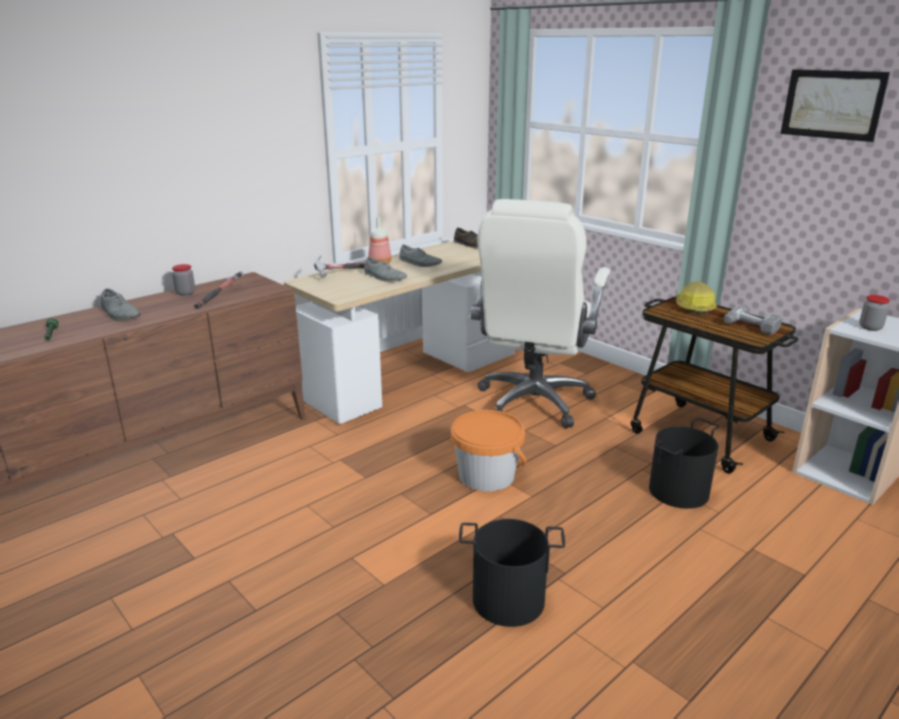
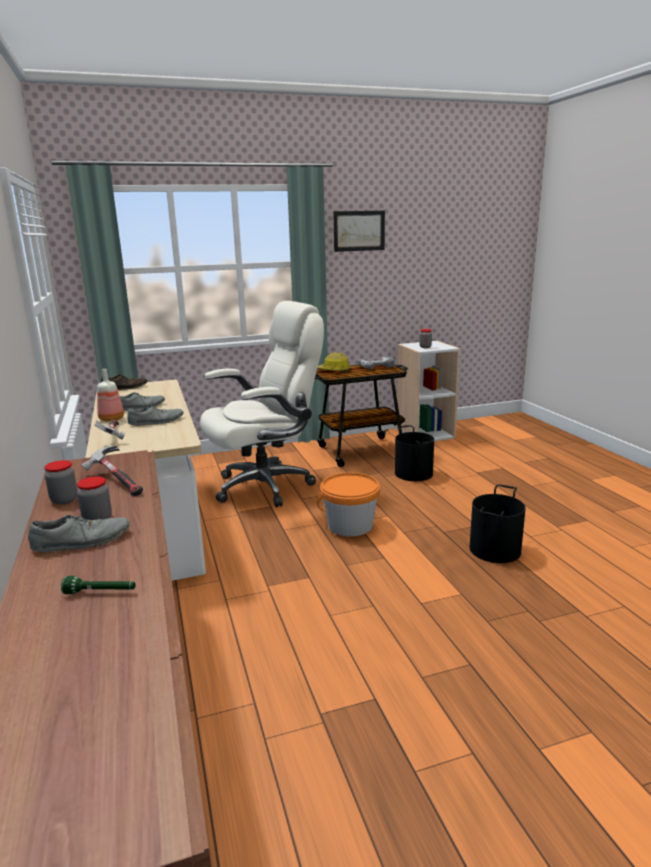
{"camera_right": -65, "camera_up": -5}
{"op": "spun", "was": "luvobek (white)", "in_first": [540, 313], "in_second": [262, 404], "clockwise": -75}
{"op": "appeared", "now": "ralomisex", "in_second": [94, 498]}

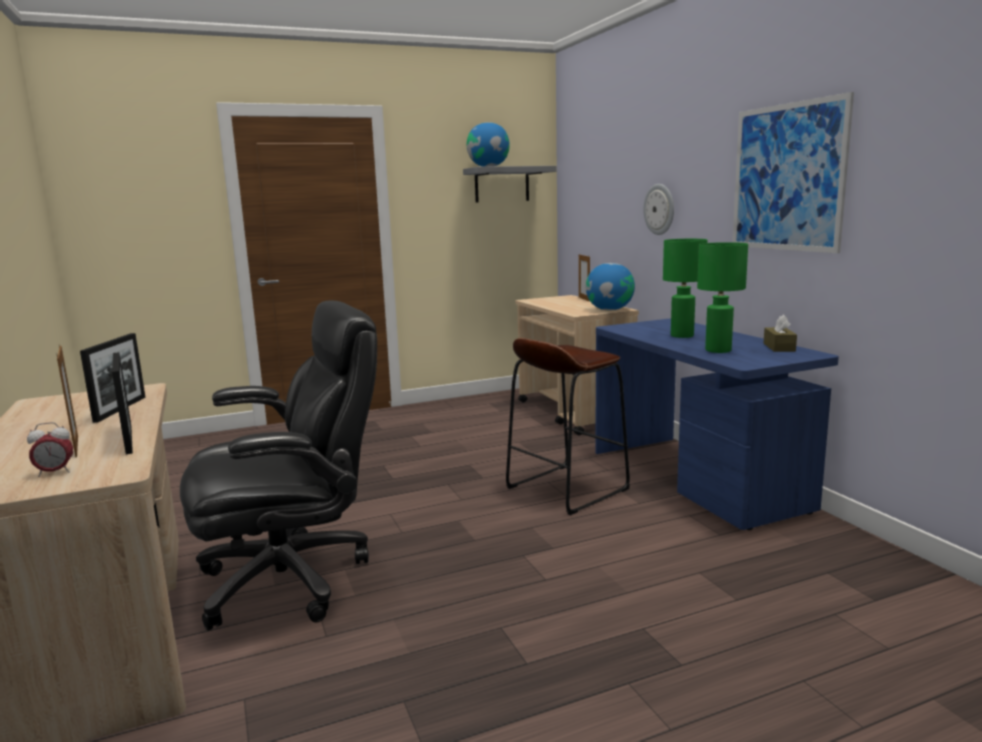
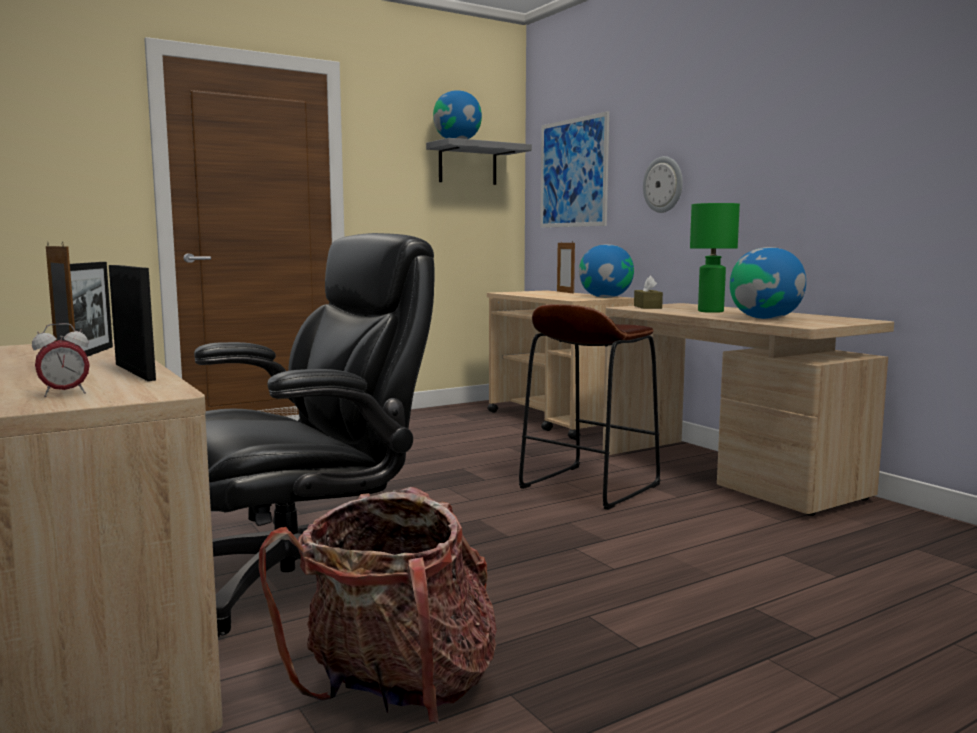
{"camera_right": -10, "camera_up": -5}
{"op": "colour", "was": "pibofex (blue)", "now": "pibofex (beige)", "in_first": [717, 424], "in_second": [748, 409]}
{"op": "exchanged", "was": "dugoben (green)", "now": "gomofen", "in_first": [722, 297], "in_second": [768, 283]}
{"op": "relocated", "was": "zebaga", "in_first": [793, 172], "in_second": [574, 169]}
{"op": "relocated", "was": "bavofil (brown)", "in_first": [780, 333], "in_second": [648, 292]}
{"op": "appeared", "now": "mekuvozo", "in_second": [377, 605]}

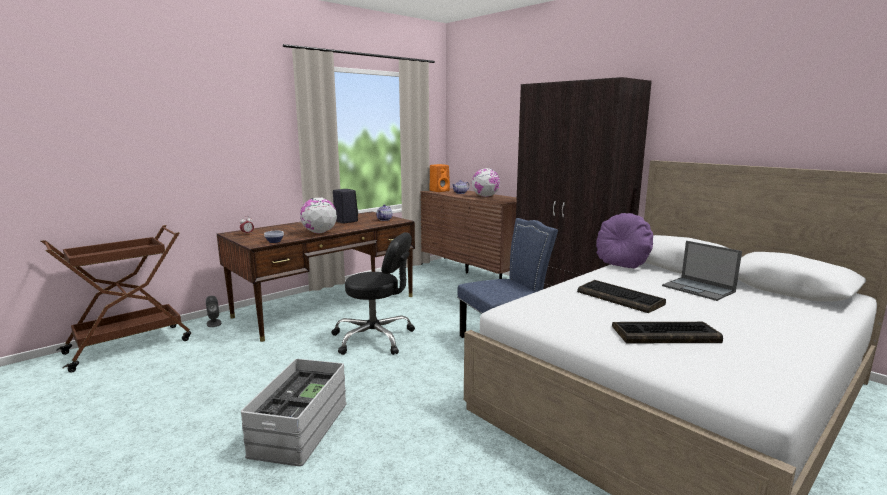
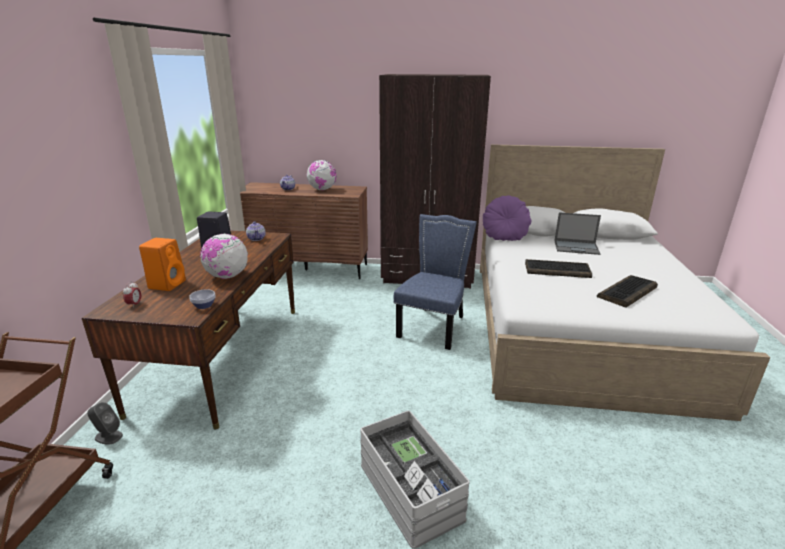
{"camera_right": -40, "camera_up": 10}
{"op": "missing", "was": "luvobek (black)", "in_first": [373, 293]}
{"op": "relocated", "was": "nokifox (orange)", "in_first": [439, 178], "in_second": [162, 264]}

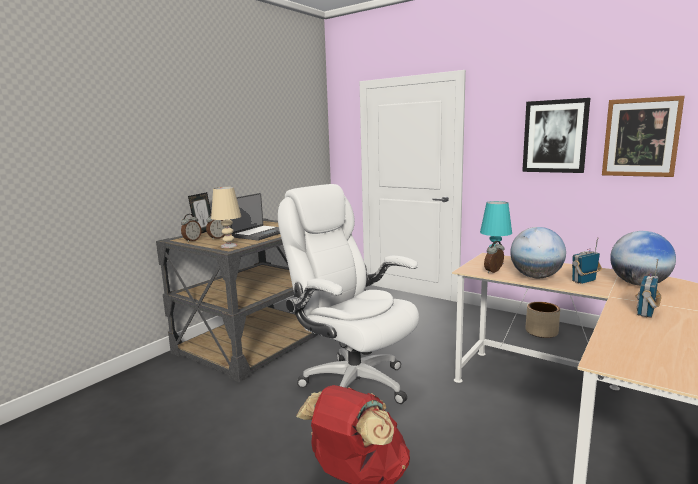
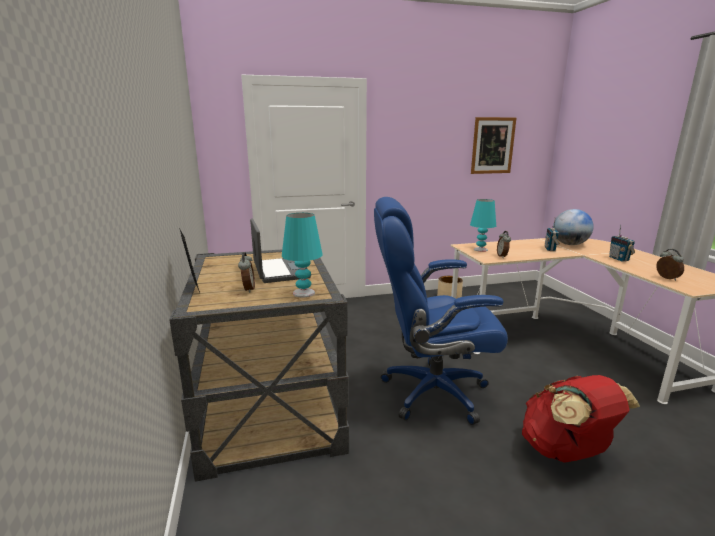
{"camera_right": -50, "camera_up": 5}
{"op": "relocated", "was": "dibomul", "in_first": [191, 228], "in_second": [670, 265]}
{"op": "colour", "was": "dugoben (beige)", "now": "dugoben (turquoise)", "in_first": [226, 217], "in_second": [302, 255]}
{"op": "colour", "was": "luvobek (white)", "now": "luvobek (blue)", "in_first": [348, 294], "in_second": [441, 311]}
{"op": "missing", "was": "gomofen", "in_first": [538, 252]}
{"op": "missing", "was": "zebaga", "in_first": [556, 135]}

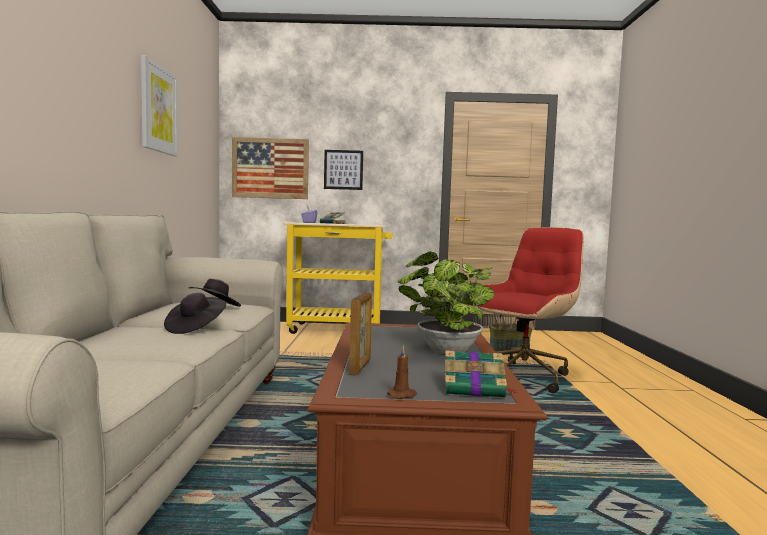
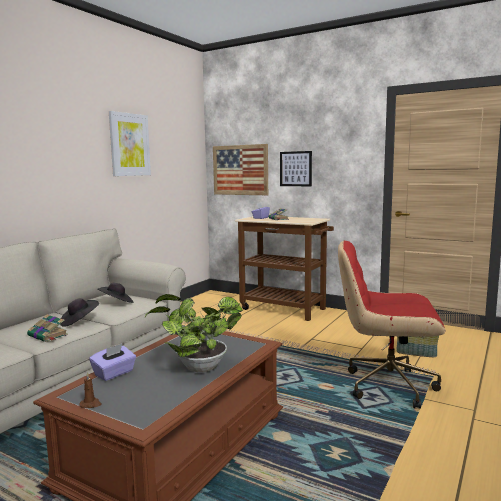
{"camera_right": 30, "camera_up": 5}
{"op": "colour", "was": "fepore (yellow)", "now": "fepore (brown)", "in_first": [338, 278], "in_second": [284, 268]}
{"op": "exchanged", "was": "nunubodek", "now": "bavofil (purple)", "in_first": [360, 333], "in_second": [112, 362]}
{"op": "relocated", "was": "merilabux", "in_first": [480, 374], "in_second": [47, 328]}
{"op": "spun", "was": "luvobek (red)", "in_first": [530, 310], "in_second": [392, 324], "clockwise": -150}

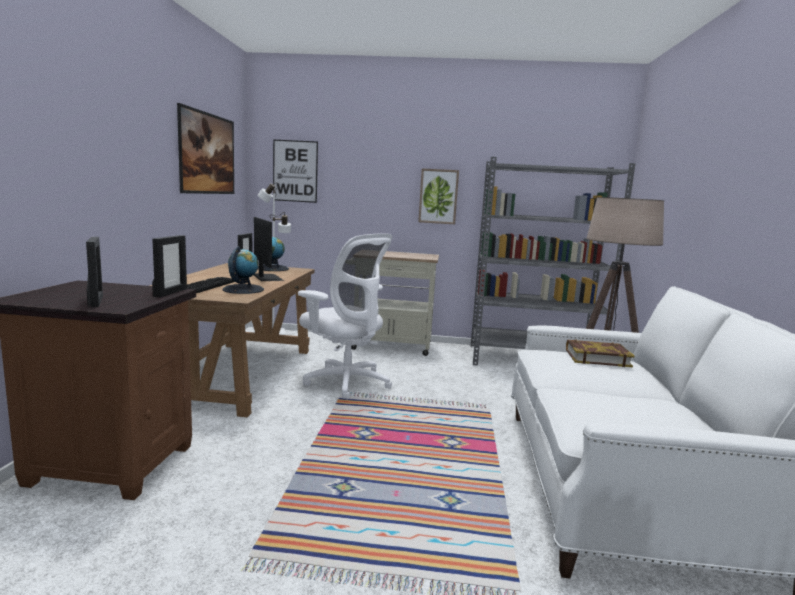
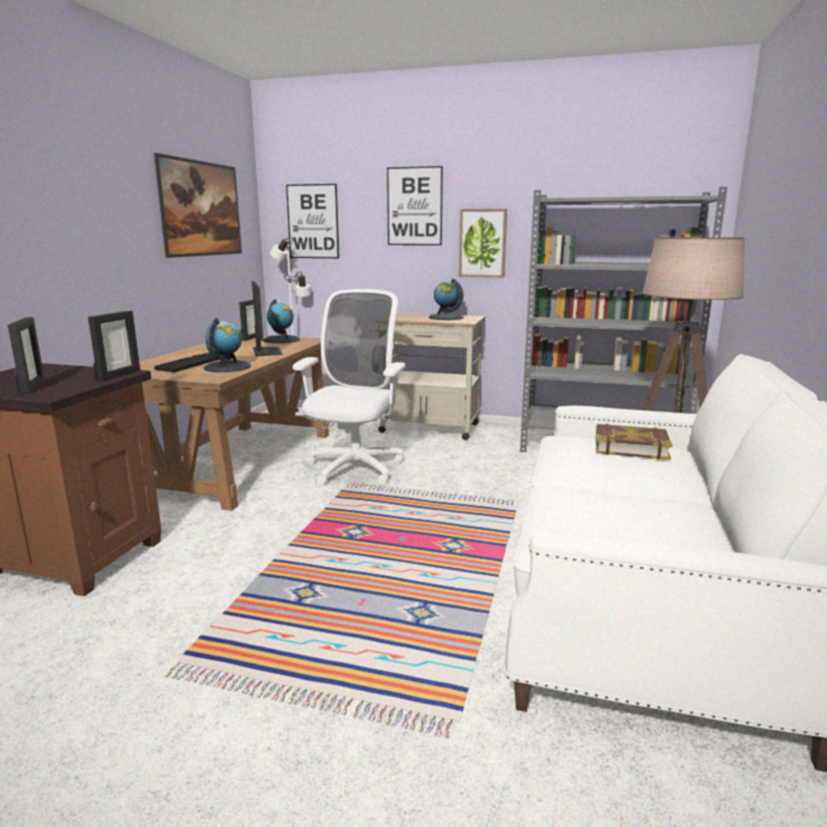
{"camera_right": 10, "camera_up": 5}
{"op": "spun", "was": "luvobek (white)", "in_first": [345, 316], "in_second": [349, 387], "clockwise": -120}
{"op": "appeared", "now": "zebaga", "in_second": [415, 205]}
{"op": "appeared", "now": "gomofen", "in_second": [446, 299]}

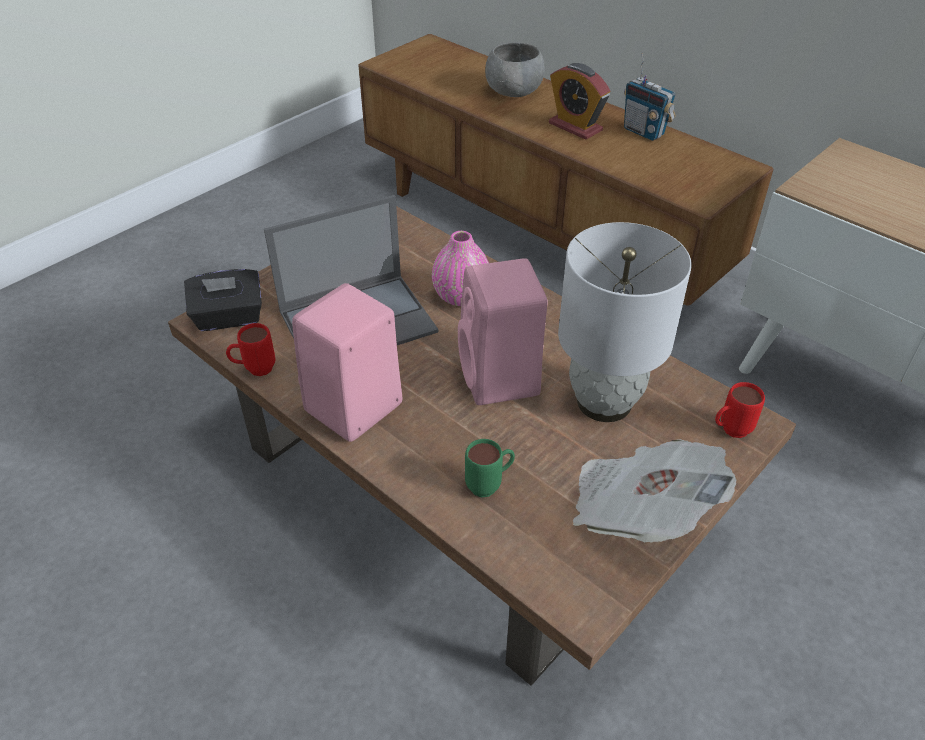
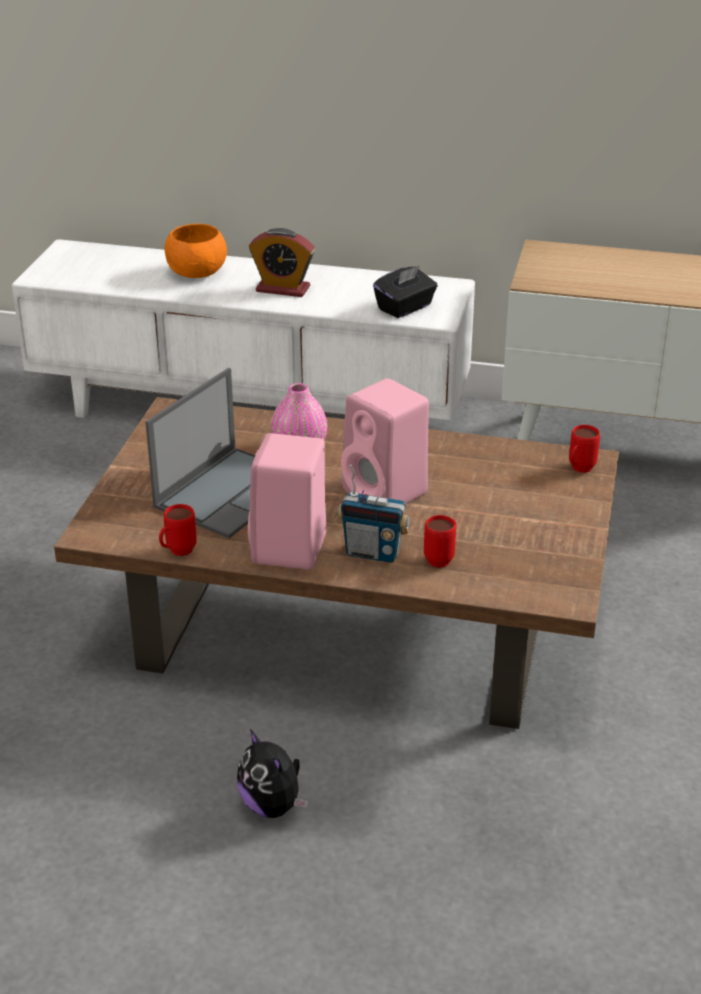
{"camera_right": -30, "camera_up": -10}
{"op": "relocated", "was": "bavofil (black)", "in_first": [223, 300], "in_second": [405, 292]}
{"op": "colour", "was": "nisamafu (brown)", "now": "nisamafu (white)", "in_first": [565, 170], "in_second": [243, 329]}
{"op": "colour", "was": "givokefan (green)", "now": "givokefan (red)", "in_first": [490, 468], "in_second": [440, 541]}
{"op": "colour", "was": "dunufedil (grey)", "now": "dunufedil (orange)", "in_first": [515, 69], "in_second": [196, 251]}
{"op": "missing", "was": "dugoben (white)", "in_first": [625, 322]}
{"op": "missing", "was": "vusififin", "in_first": [654, 491]}
{"op": "relocated", "was": "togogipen", "in_first": [650, 97], "in_second": [373, 514]}
{"op": "appeared", "now": "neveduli", "in_second": [272, 773]}

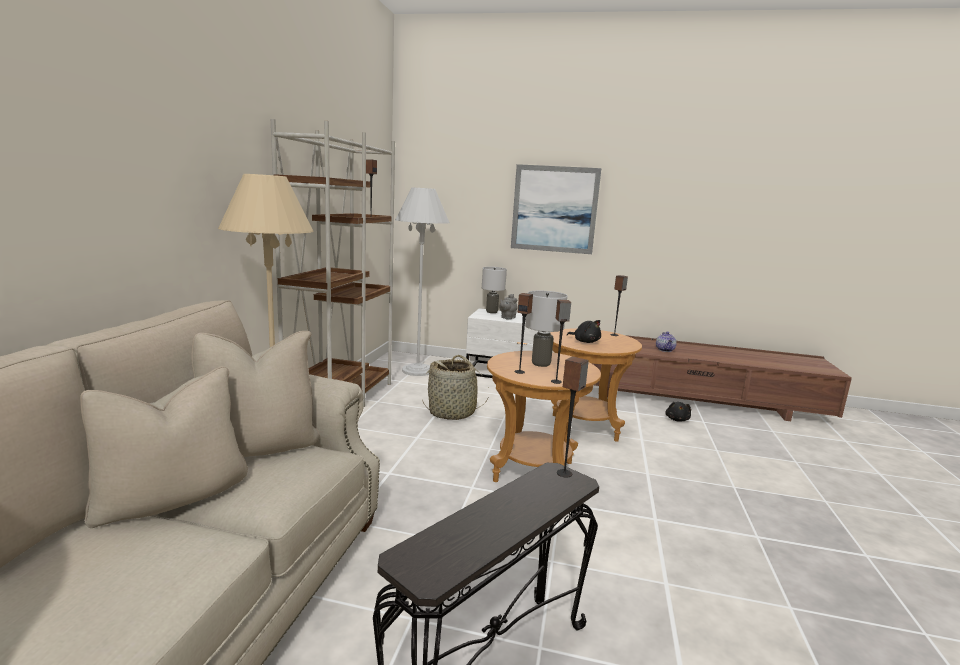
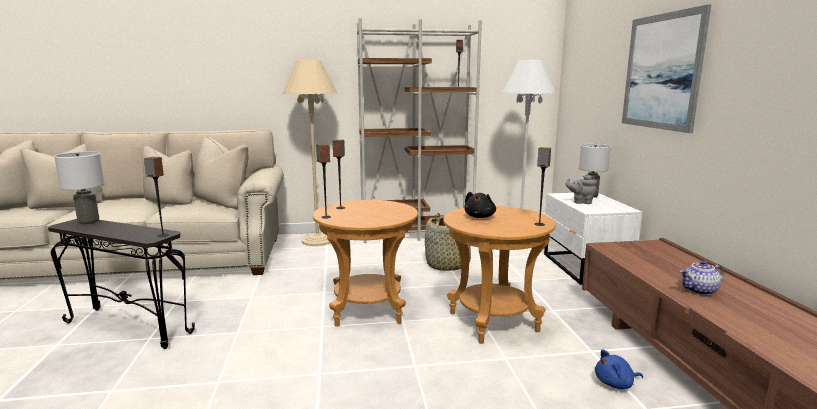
{"camera_right": 70, "camera_up": 0}
{"op": "relocated", "was": "dugoben (white)", "in_first": [546, 329], "in_second": [79, 188]}
{"op": "colour", "was": "neveduli (black)", "now": "neveduli (blue)", "in_first": [678, 412], "in_second": [619, 369]}

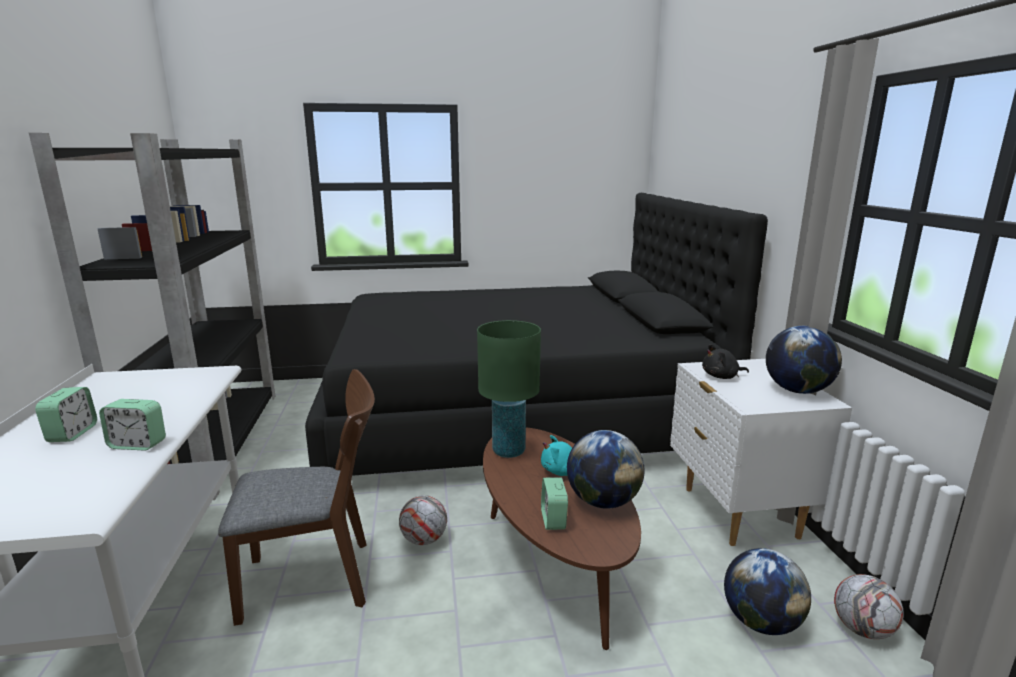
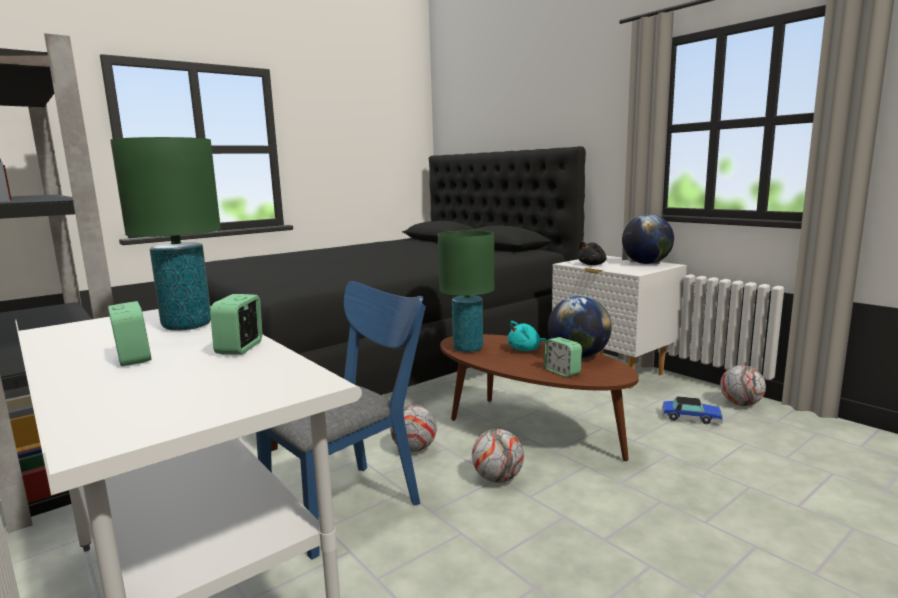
{"camera_right": -30, "camera_up": -5}
{"op": "spun", "was": "dibomul", "in_first": [132, 425], "in_second": [236, 324], "clockwise": 120}
{"op": "colour", "was": "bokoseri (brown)", "now": "bokoseri (blue)", "in_first": [296, 497], "in_second": [341, 420]}
{"op": "exchanged", "was": "gomofen", "now": "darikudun", "in_first": [767, 591], "in_second": [692, 410]}
{"op": "appeared", "now": "dugoben (green)", "in_second": [165, 234]}
{"op": "appeared", "now": "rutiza", "in_second": [498, 456]}

